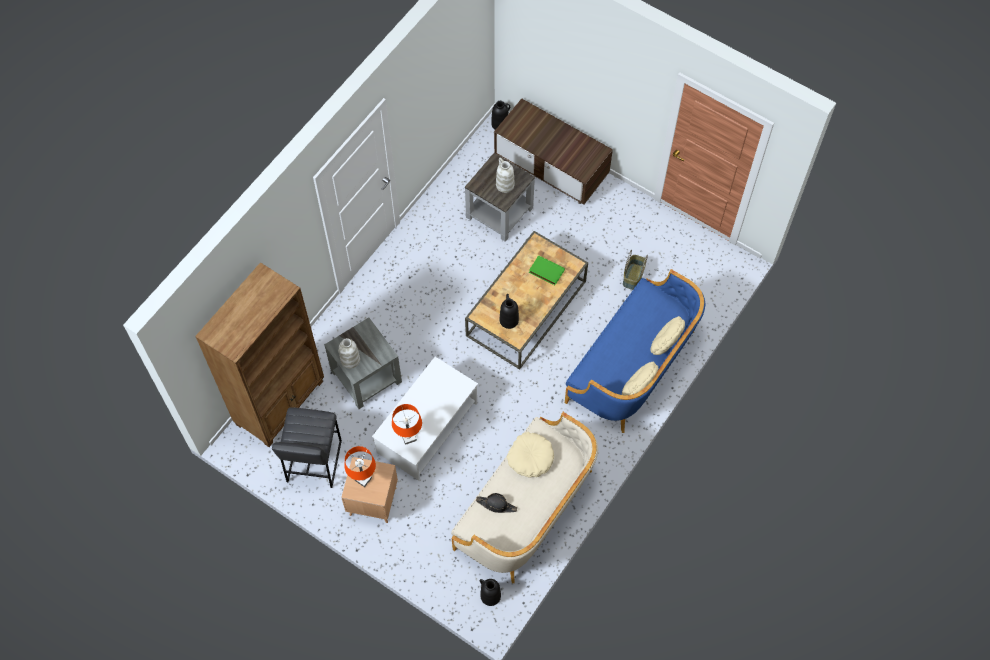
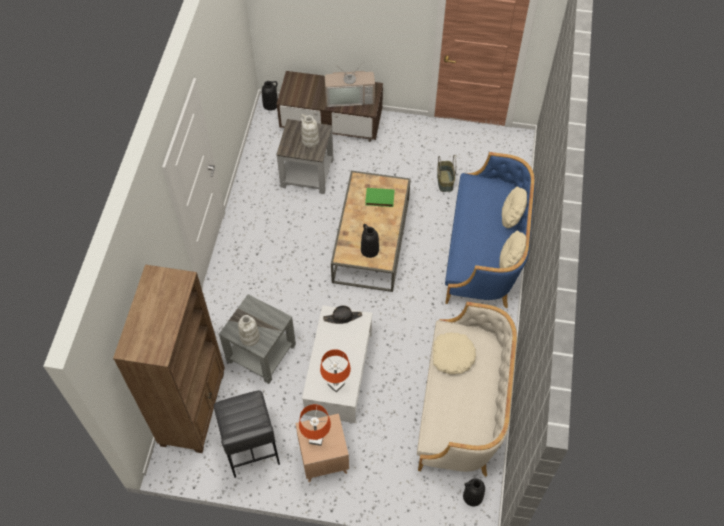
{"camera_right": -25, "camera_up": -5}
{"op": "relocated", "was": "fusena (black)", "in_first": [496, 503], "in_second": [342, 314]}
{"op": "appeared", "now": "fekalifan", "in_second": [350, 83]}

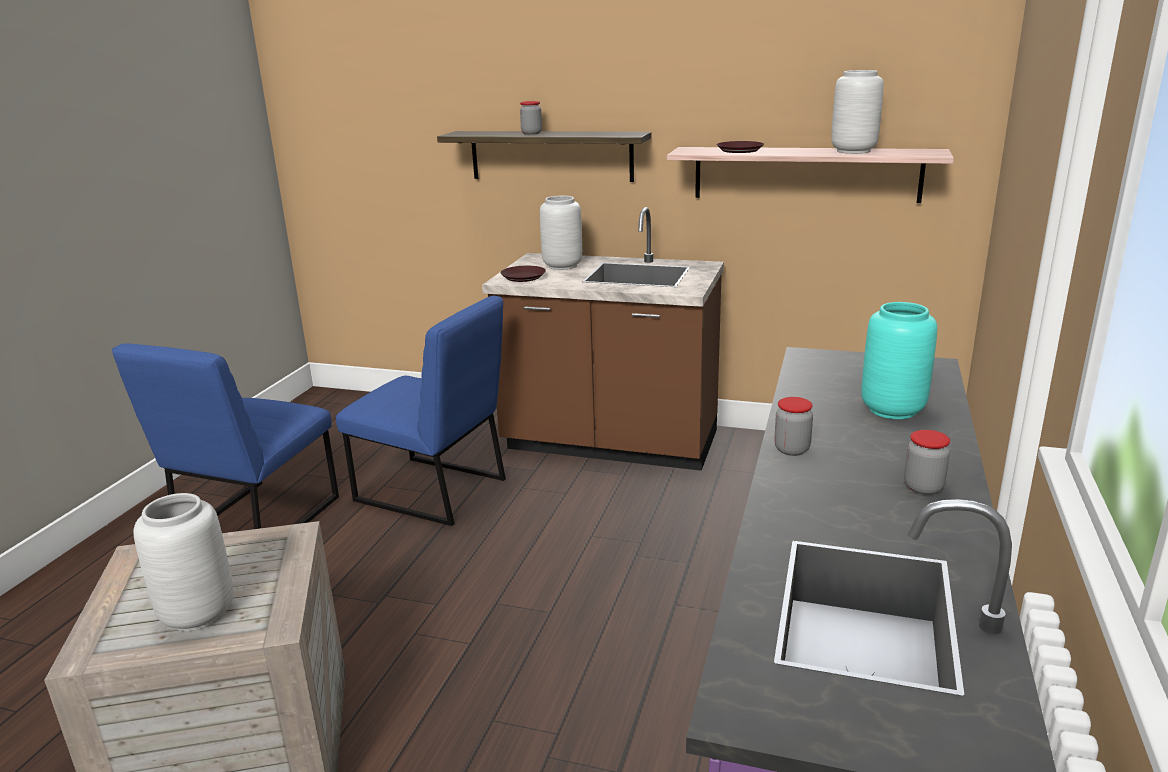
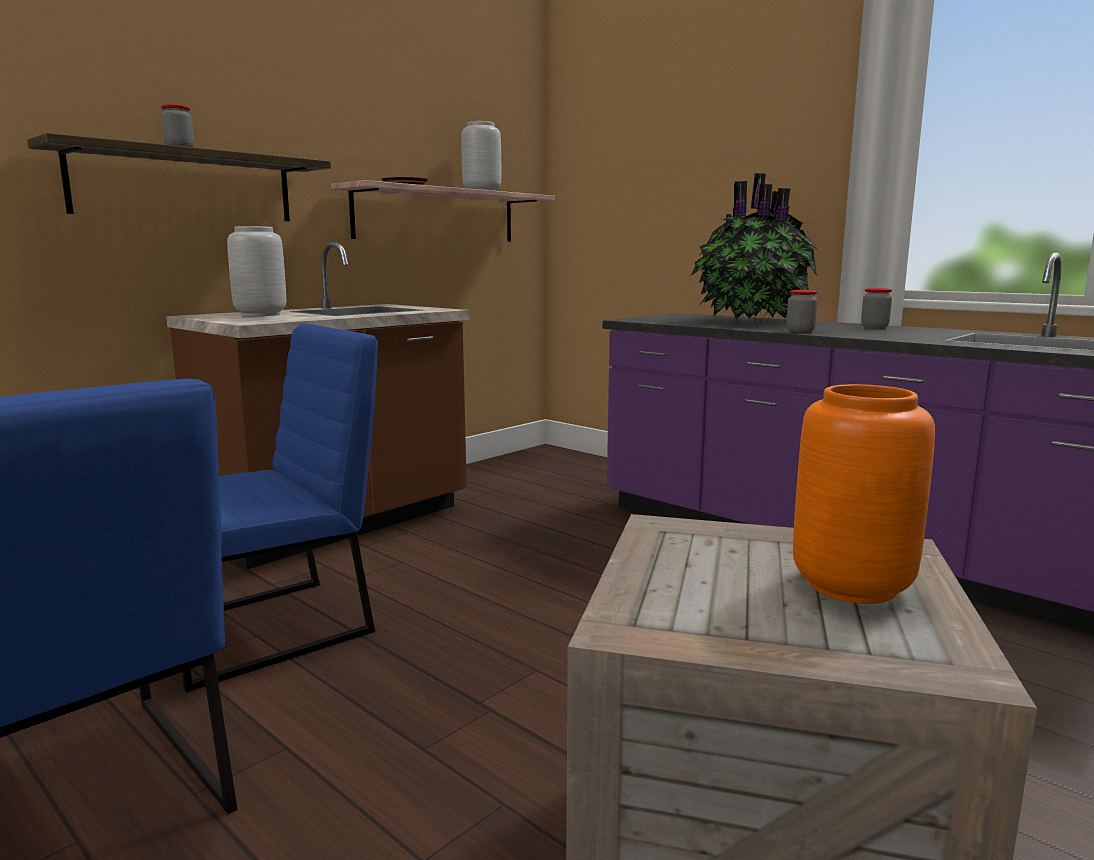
{"camera_right": -65, "camera_up": -10}
{"op": "colour", "was": "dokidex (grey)", "now": "dokidex (orange)", "in_first": [183, 562], "in_second": [864, 494]}
{"op": "missing", "was": "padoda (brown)", "in_first": [523, 274]}
{"op": "exchanged", "was": "dokidex (turquoise)", "now": "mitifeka", "in_first": [899, 360], "in_second": [754, 247]}

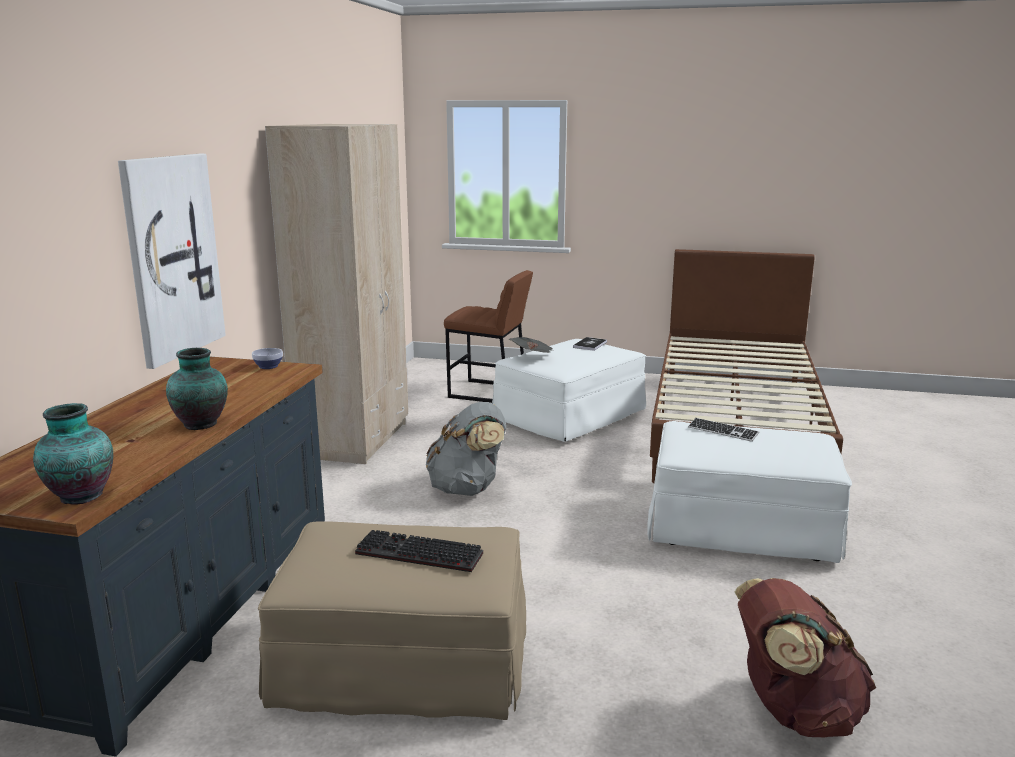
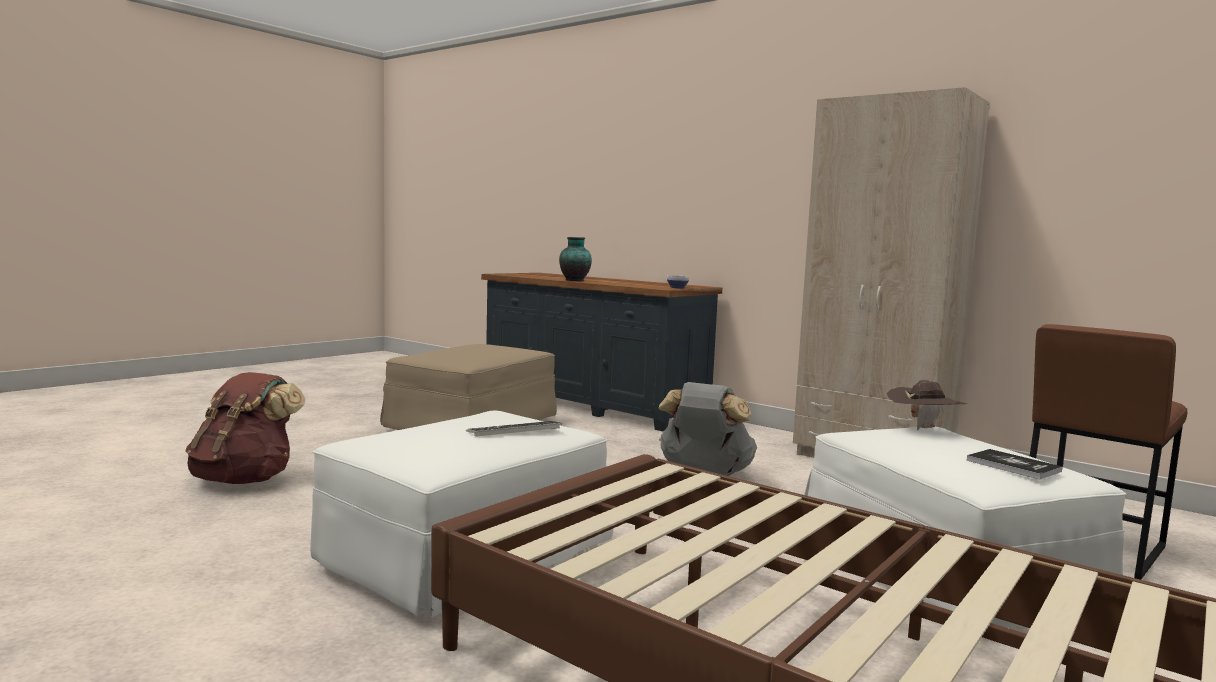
{"camera_right": 115, "camera_up": -10}
{"op": "missing", "was": "dokidex", "in_first": [73, 454]}
{"op": "missing", "was": "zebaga", "in_first": [172, 261]}
{"op": "missing", "was": "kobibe", "in_first": [419, 551]}
{"op": "exchanged", "was": "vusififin", "now": "fusena (brown)", "in_first": [531, 345], "in_second": [927, 405]}

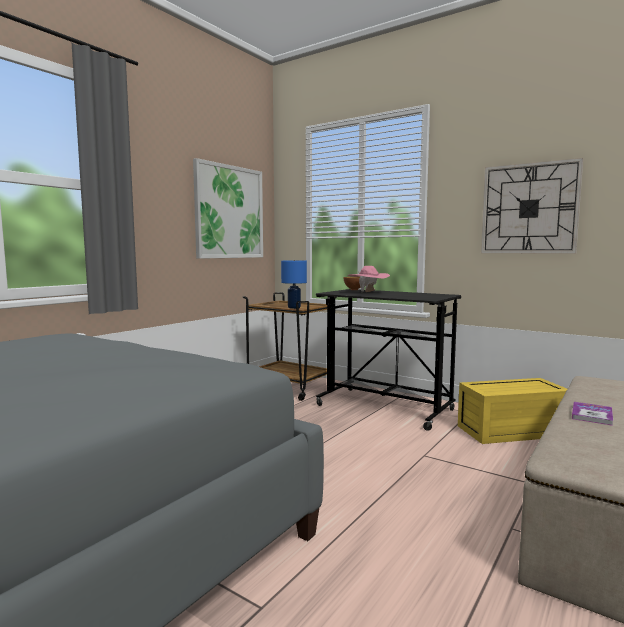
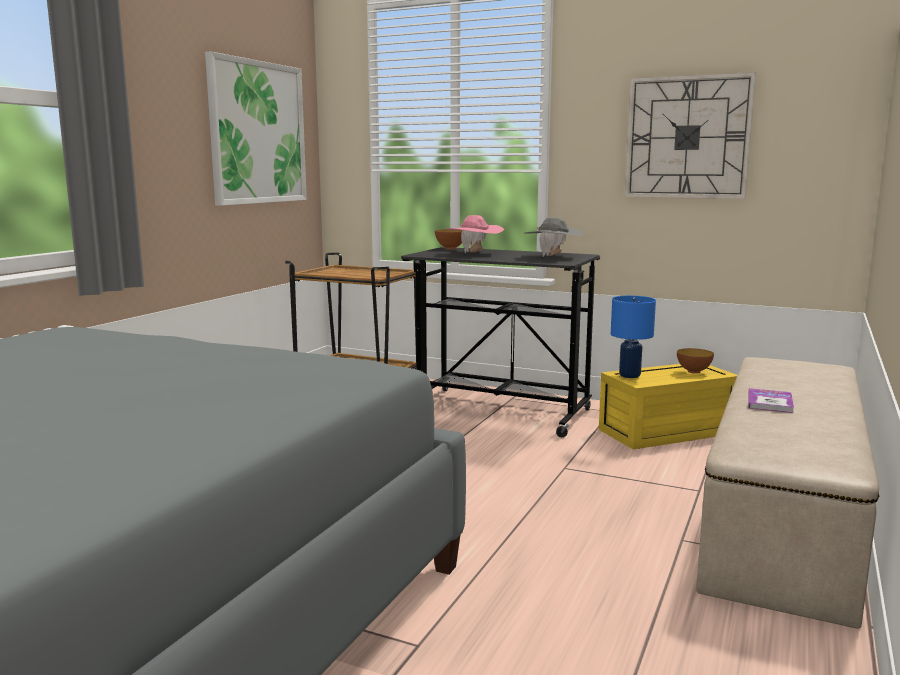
{"camera_right": -10, "camera_up": 5}
{"op": "relocated", "was": "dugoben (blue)", "in_first": [294, 284], "in_second": [633, 337]}
{"op": "appeared", "now": "fusena (grey)", "in_second": [554, 237]}
{"op": "appeared", "now": "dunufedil", "in_second": [695, 361]}

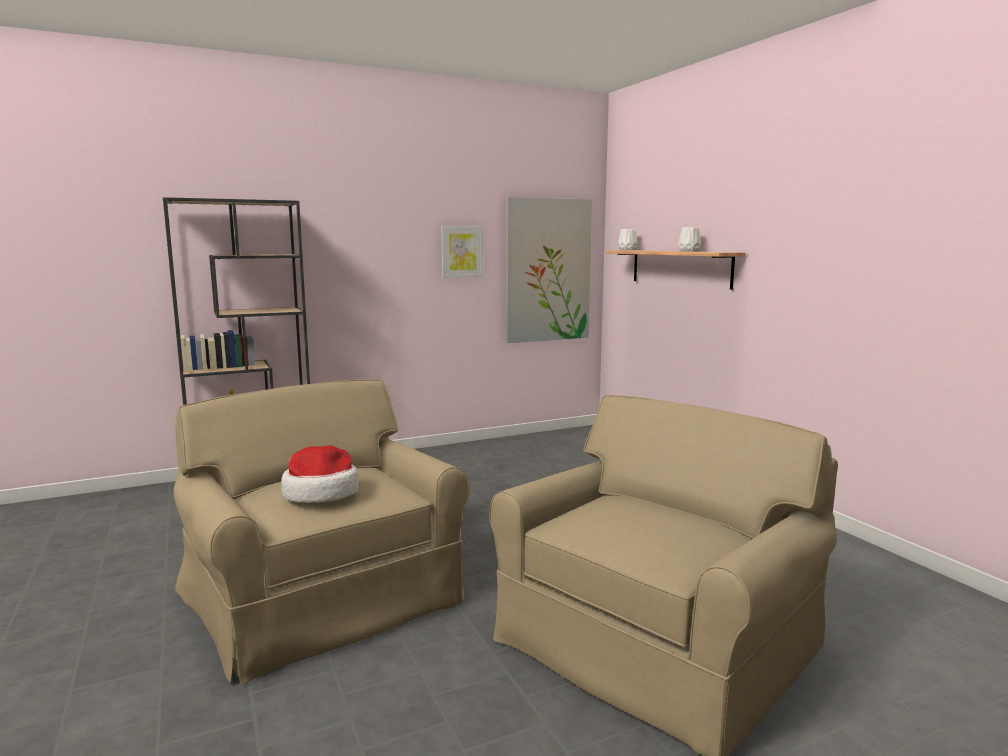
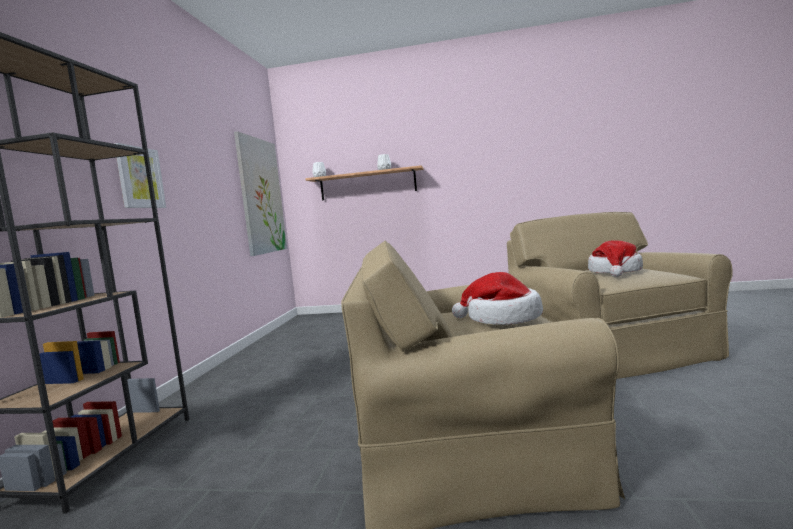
{"camera_right": -55, "camera_up": -5}
{"op": "relocated", "was": "zebaga", "in_first": [462, 252], "in_second": [140, 175]}
{"op": "appeared", "now": "fusena", "in_second": [615, 258]}

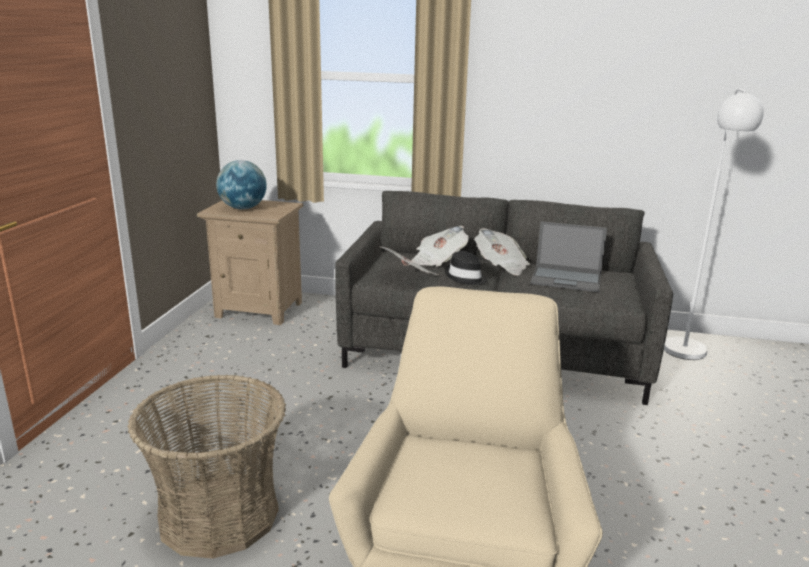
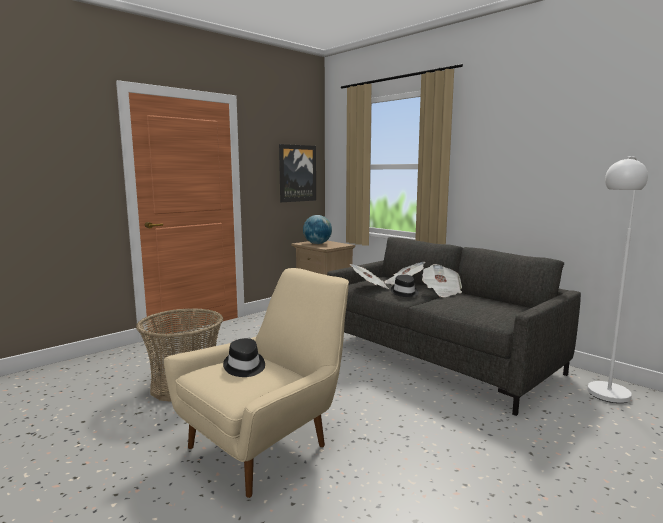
{"camera_right": 35, "camera_up": -10}
{"op": "missing", "was": "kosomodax", "in_first": [568, 256]}
{"op": "appeared", "now": "fusena (black)", "in_second": [244, 357]}
{"op": "appeared", "now": "zebaga", "in_second": [297, 173]}

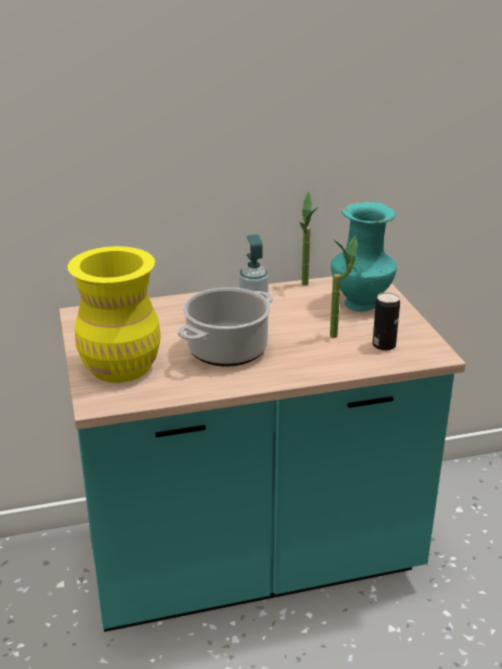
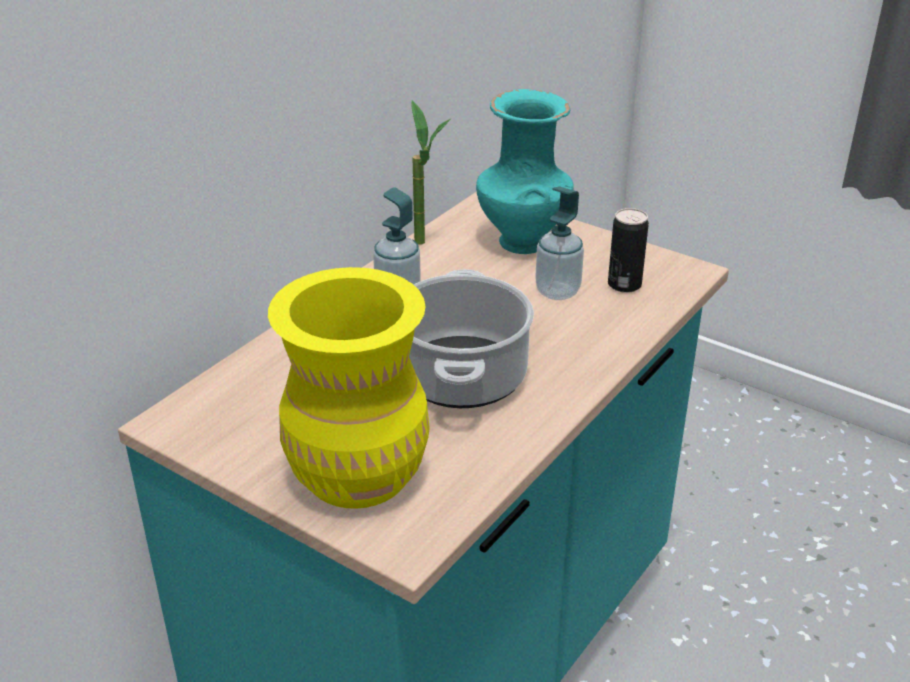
{"camera_right": -40, "camera_up": 5}
{"op": "exchanged", "was": "mitifeka", "now": "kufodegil", "in_first": [346, 286], "in_second": [559, 243]}

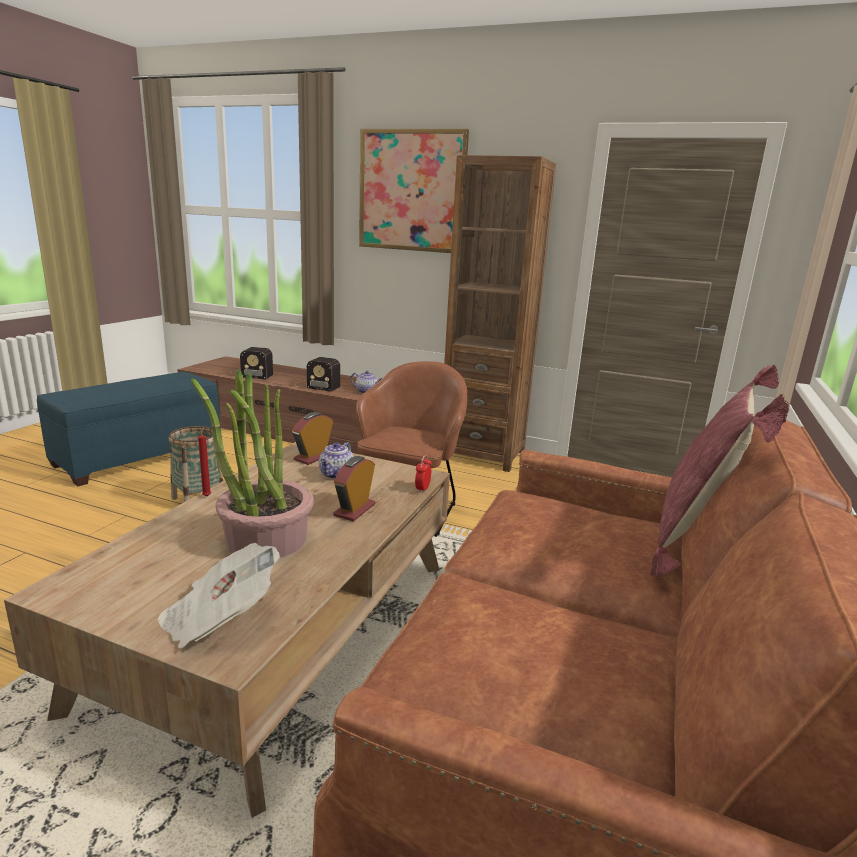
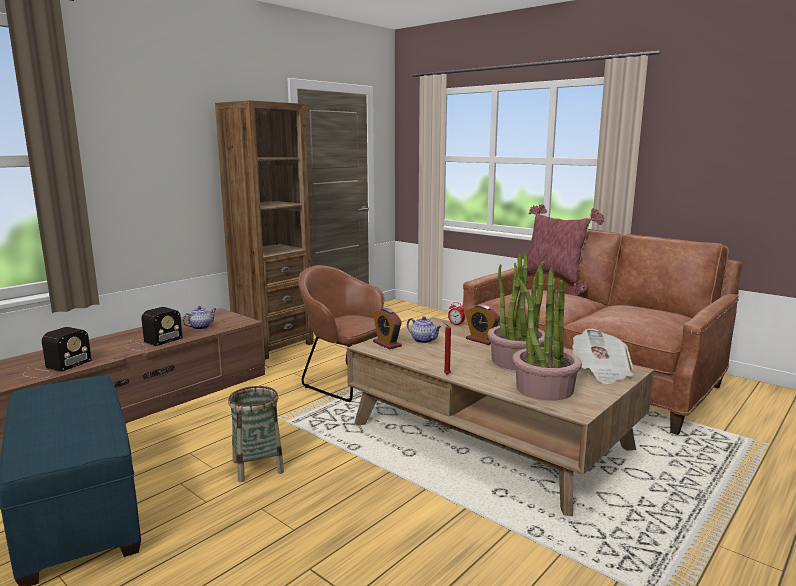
{"camera_right": -70, "camera_up": -5}
{"op": "missing", "was": "zebaga", "in_first": [414, 191]}
{"op": "appeared", "now": "mitifeka", "in_second": [547, 334]}

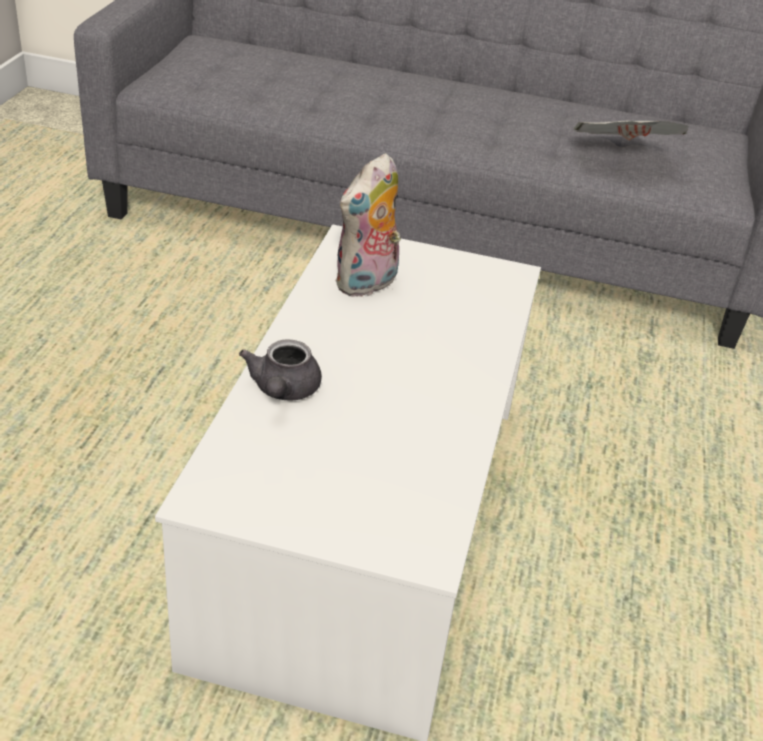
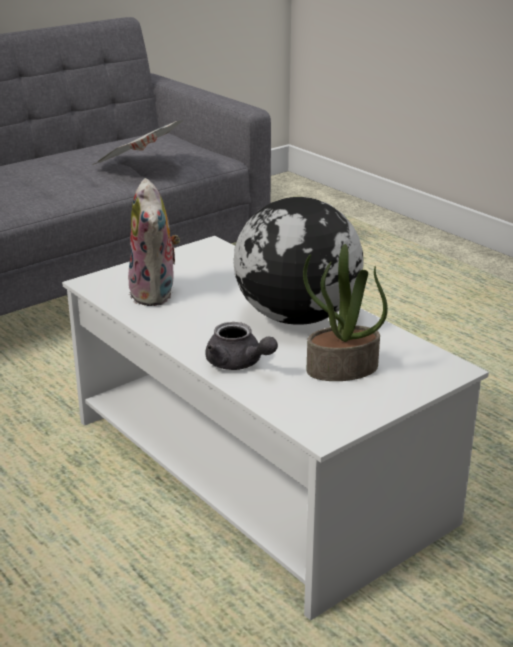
{"camera_right": -50, "camera_up": -10}
{"op": "appeared", "now": "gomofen", "in_second": [299, 261]}
{"op": "appeared", "now": "mitifeka", "in_second": [345, 312]}

